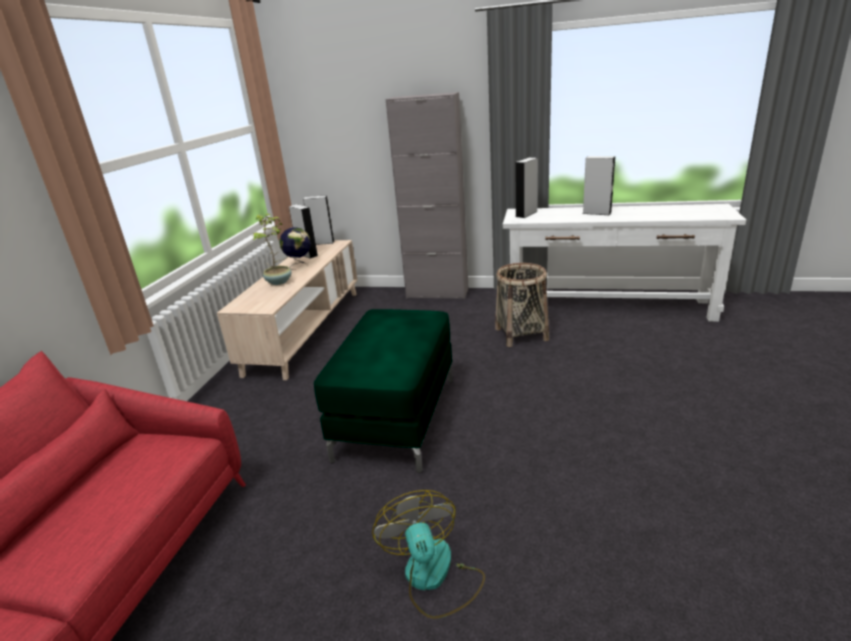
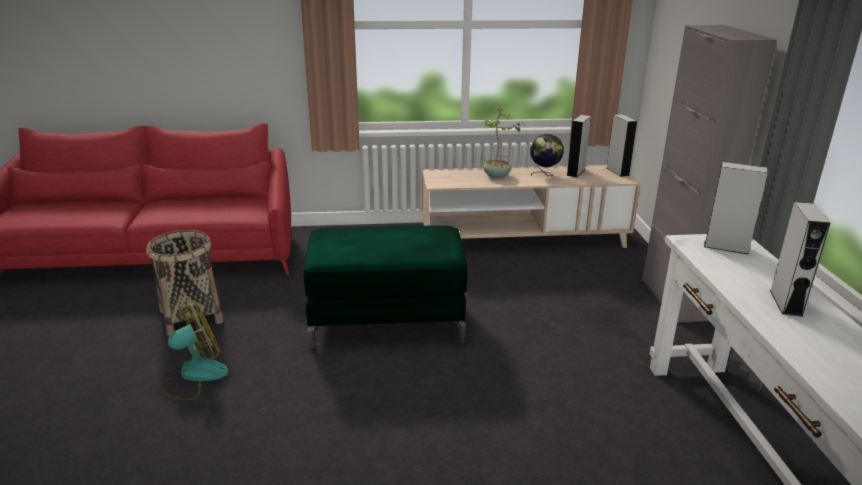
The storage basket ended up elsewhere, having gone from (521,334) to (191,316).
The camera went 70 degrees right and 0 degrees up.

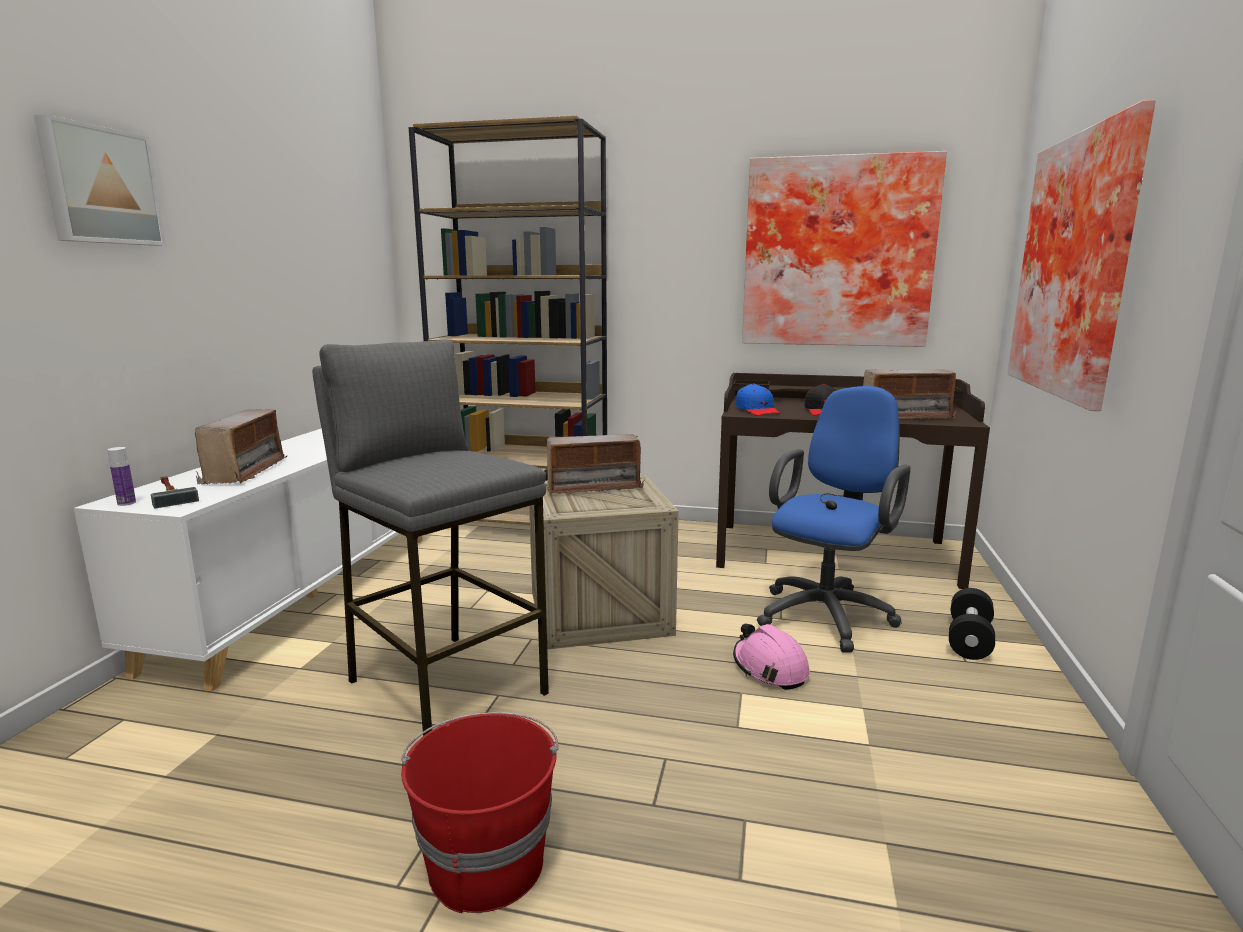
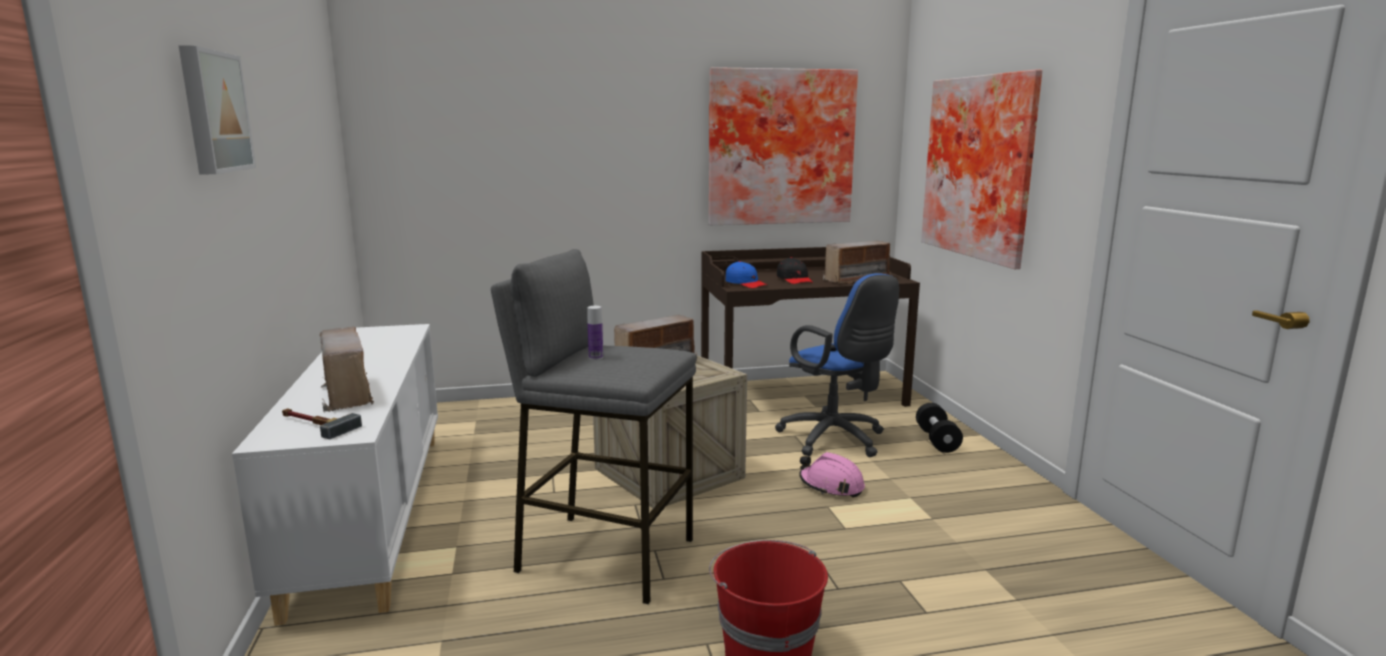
The beverage bottle ended up elsewhere, having gone from (126,503) to (596,357).
The blue-coloured office chair at (828,613) ended up facing another way, 135 degrees clockwise from before.
The second view lost the brown-coloured bookshelf at (526,522).
The camera went 25 degrees left and 0 degrees up.

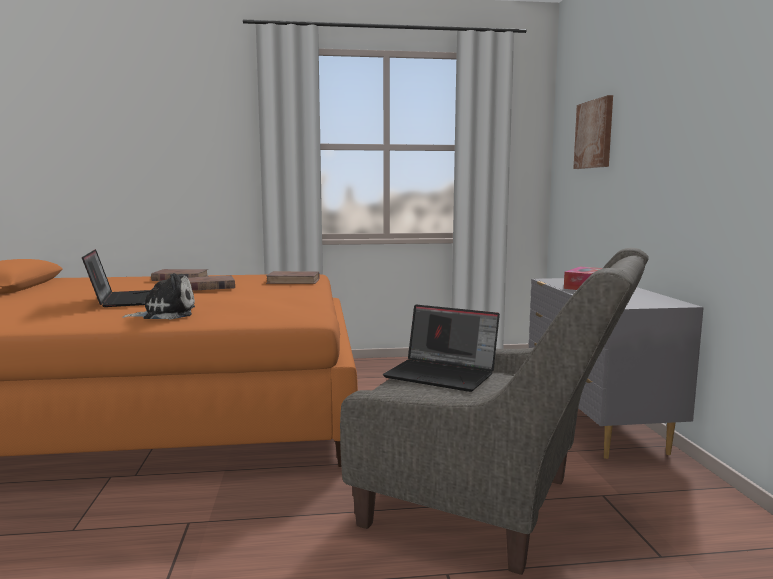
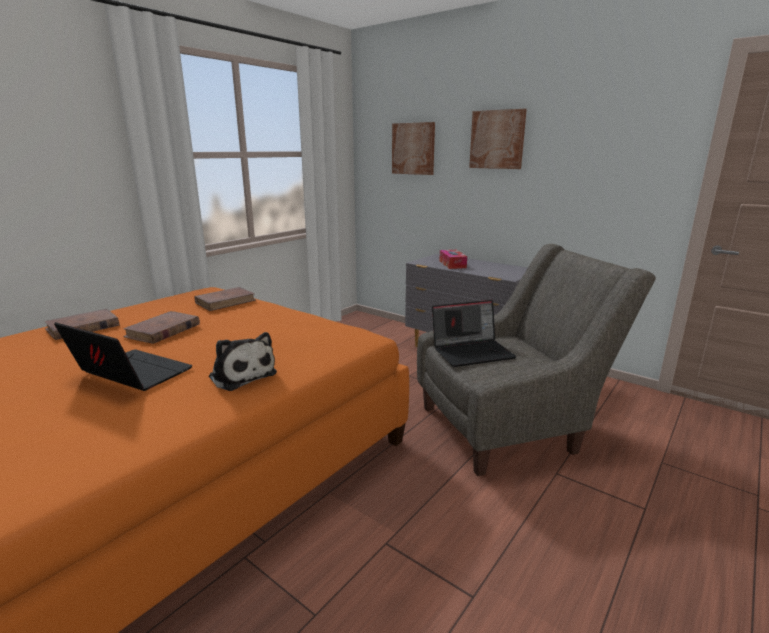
The cuddly toy at (165,314) ended up facing another way, 105 degrees clockwise from before.
The second view gained the wall picture at (497,139).
The camera went 45 degrees left and 10 degrees up.

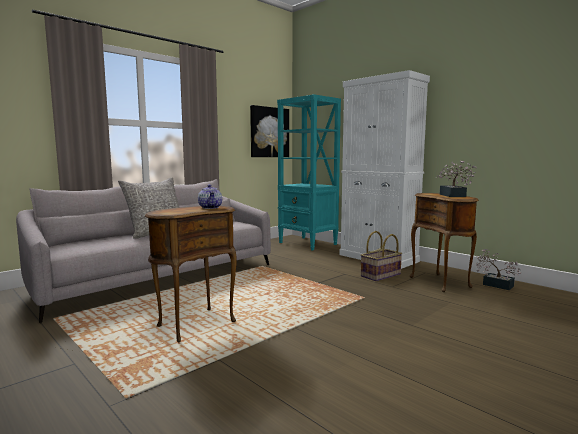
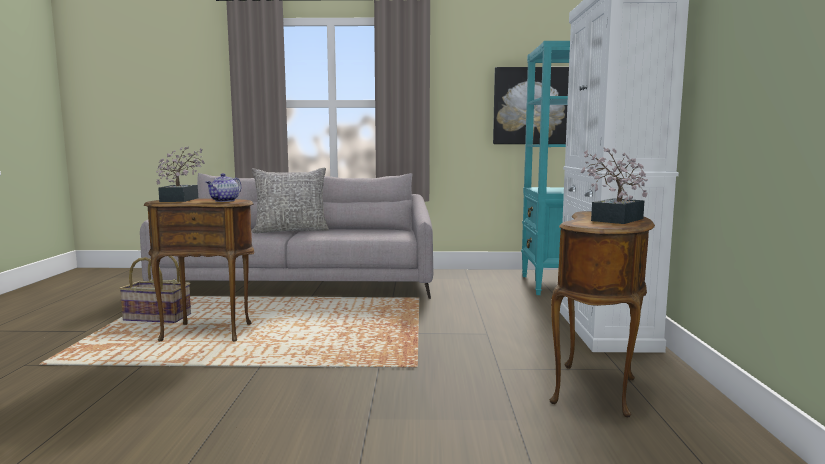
The storage basket ended up elsewhere, having gone from (381,275) to (156,318).
The houseplant ended up elsewhere, having gone from (494,284) to (182,199).
The camera went 45 degrees right and 0 degrees up.

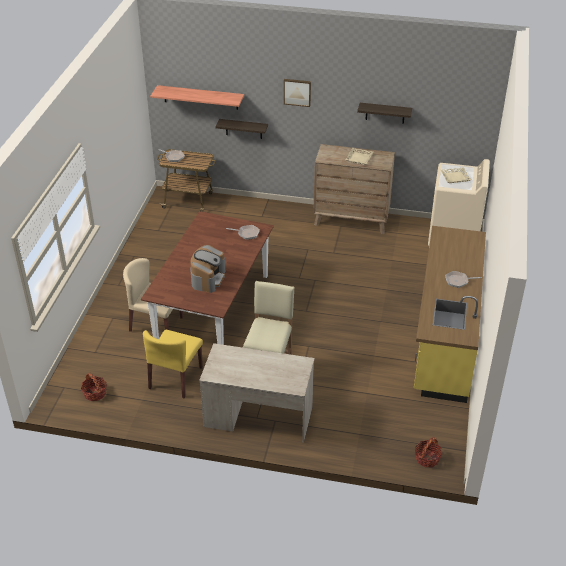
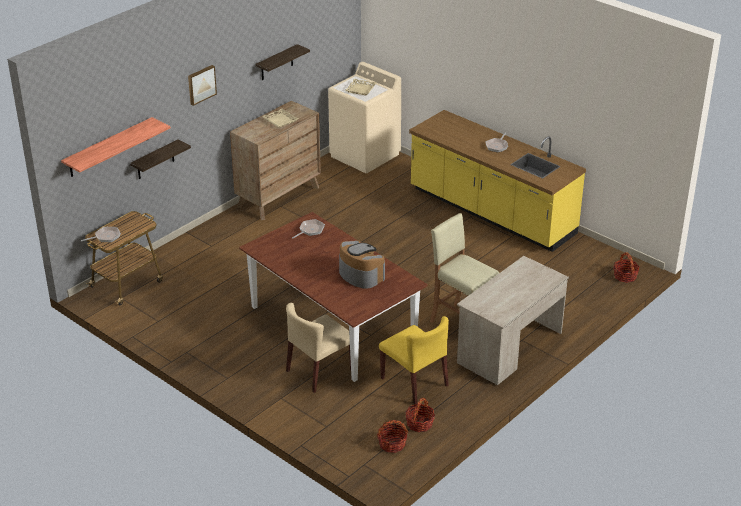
The second view gained the storage basket at (419,424).
The camera went 60 degrees left and 5 degrees down.

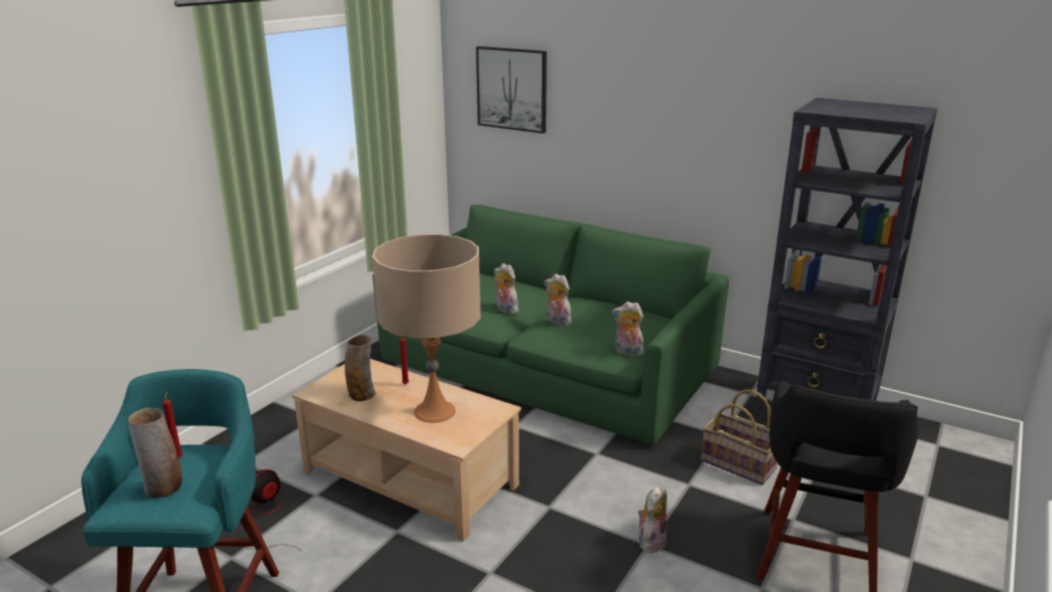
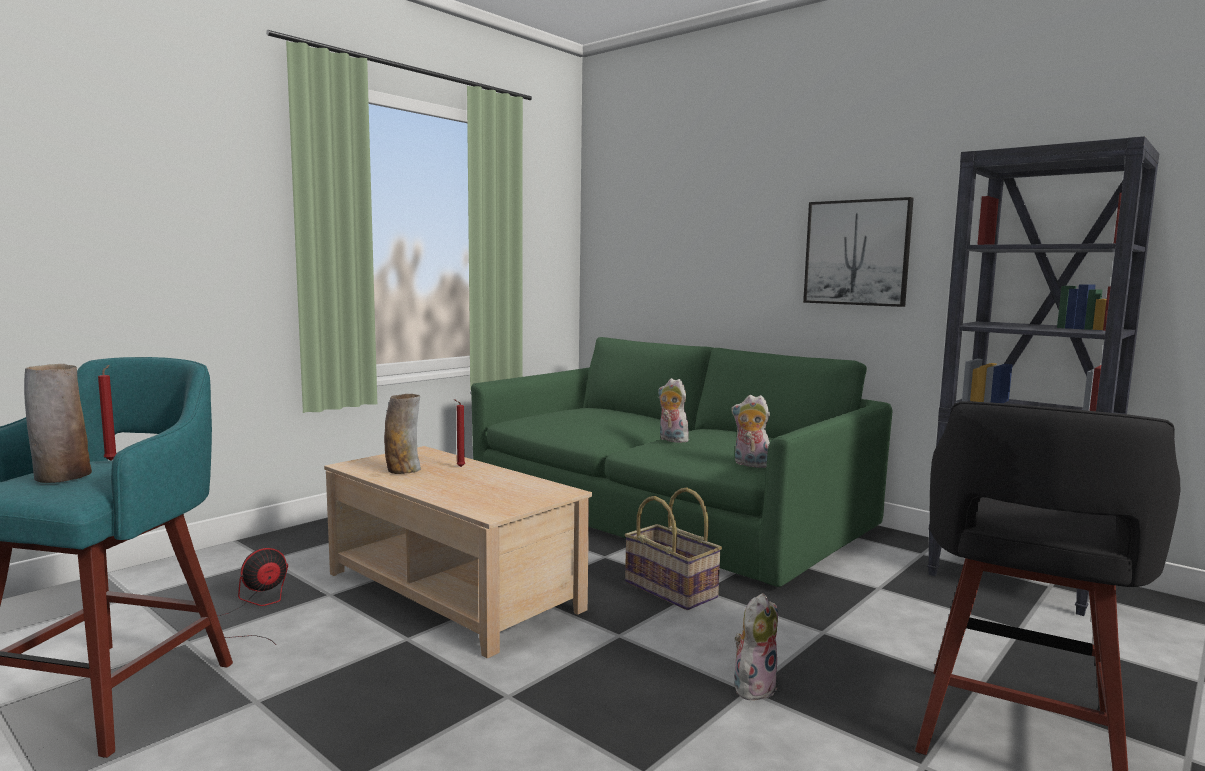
The storage basket ended up elsewhere, having gone from (739,464) to (672,589).
The wall picture ended up elsewhere, having gone from (512,89) to (857,252).
The second view lost the sand-coloured table lamp at (435,411).
The second view lost the cuddly toy at (505,310).
The camera went 10 degrees right and 15 degrees down.

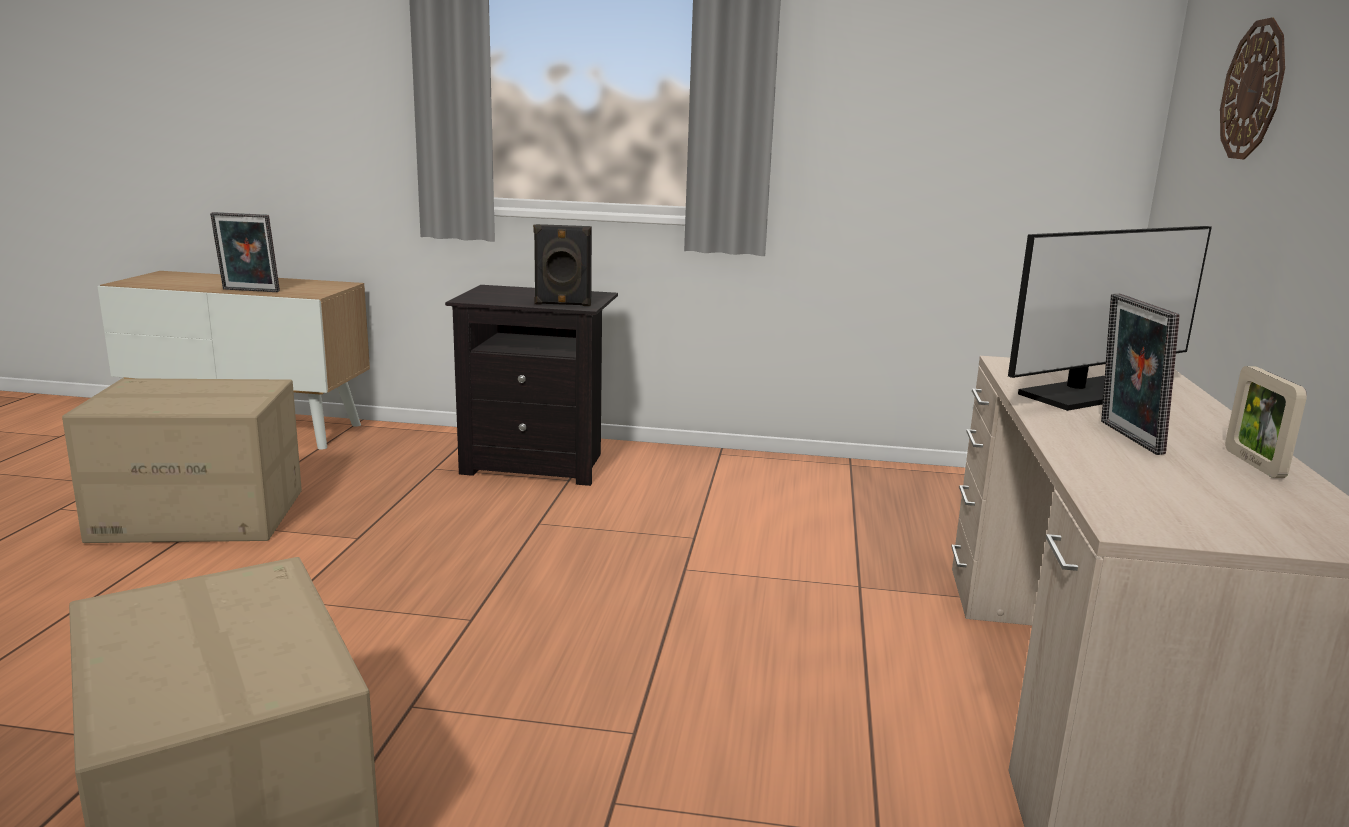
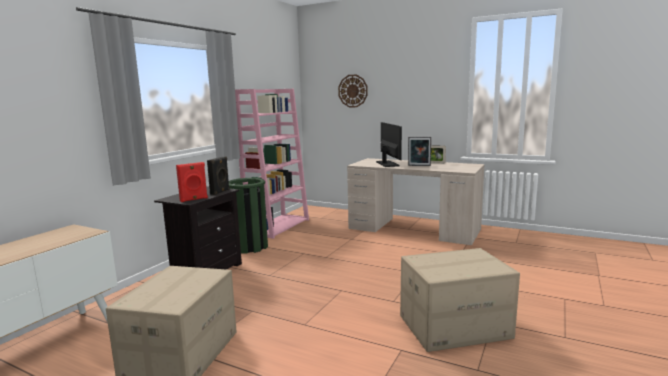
The second view gained the red-coloured loudspeaker at (194,199).
The second view gained the green waste bin at (250,247).
The second view gained the pink bookshelf at (278,226).
The second view lost the picture frame at (249,291).
The camera went 70 degrees left and 5 degrees down.

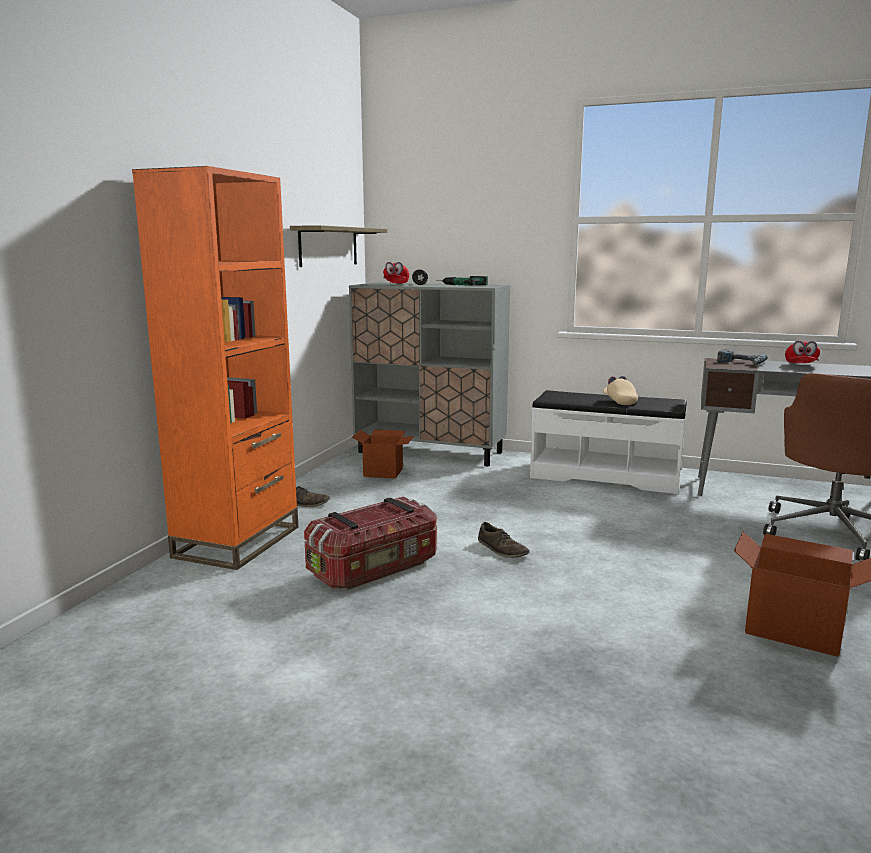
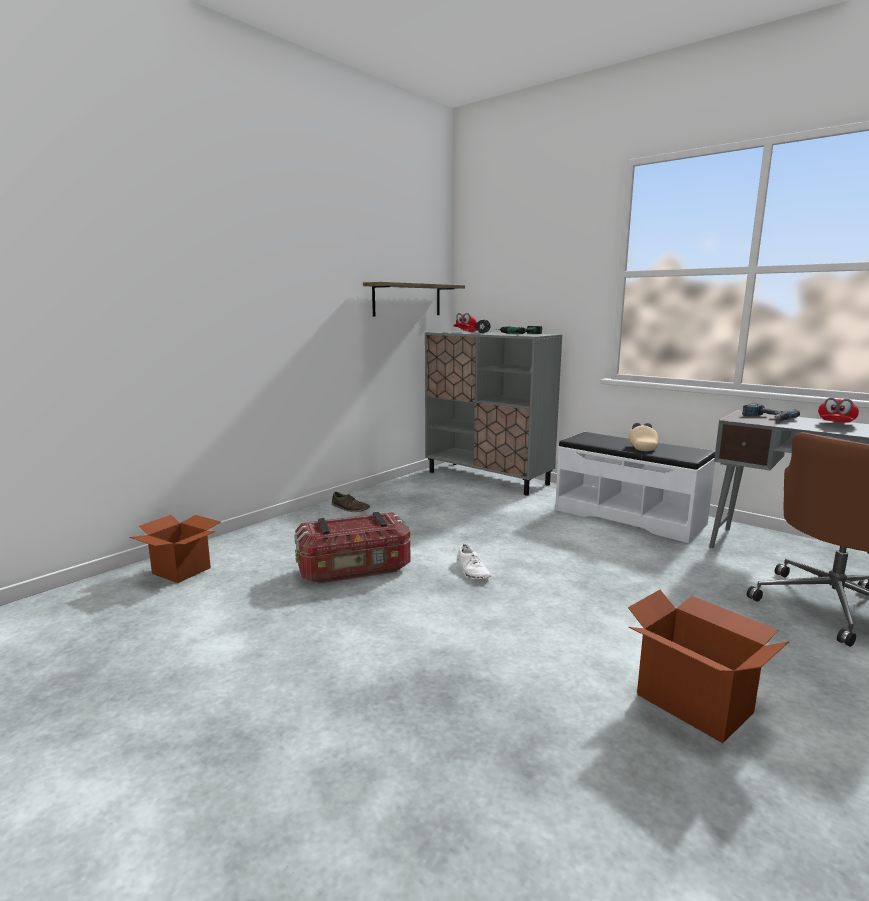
The packing box ended up elsewhere, having gone from (383,472) to (181,571).
What was the brown-coloured item of footwear at (502,549) turned into the whitish item of footwear at (472,570).
The second view lost the orange bookshelf at (238,542).
The camera went 20 degrees right and 0 degrees up.

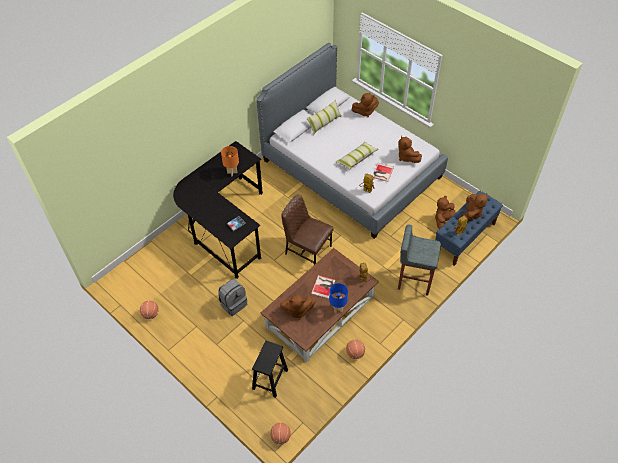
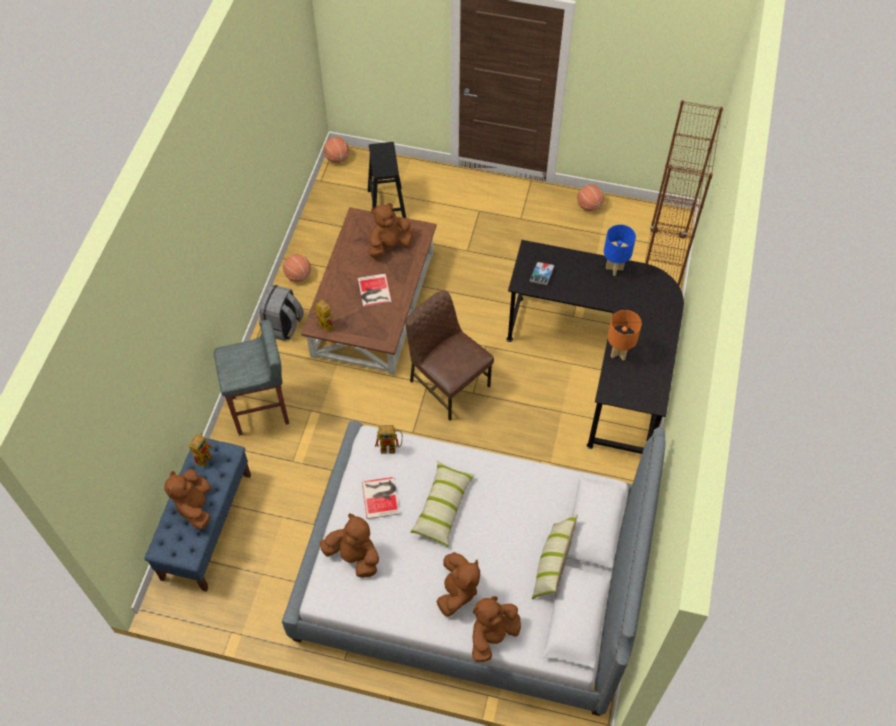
The grey rucksack ended up elsewhere, having gone from (233,304) to (283,326).
The brown-coloured plain chair at (307,250) ended up facing another way, 135 degrees counterclockwise from before.
The brown-coloured cuddly toy ended up elsewhere, having gone from (443,220) to (457,591).
The blue-coloured table lamp ended up elsewhere, having gone from (337,309) to (614,268).
The second view gained the brown-coloured bookshelf at (662,265).
The camera went 150 degrees right and 5 degrees up.

